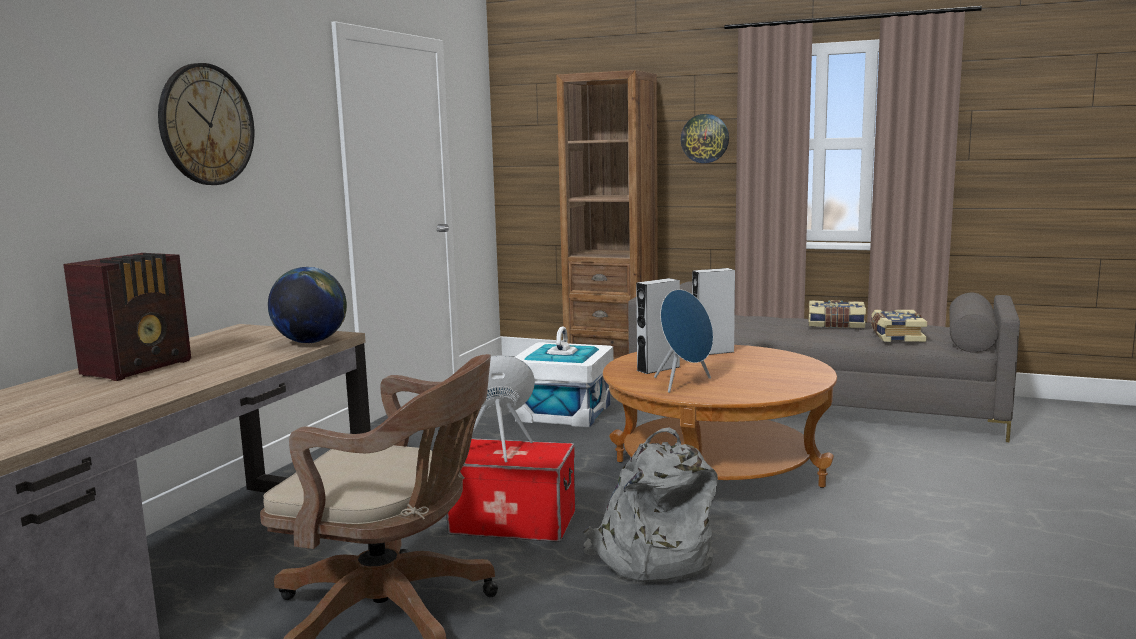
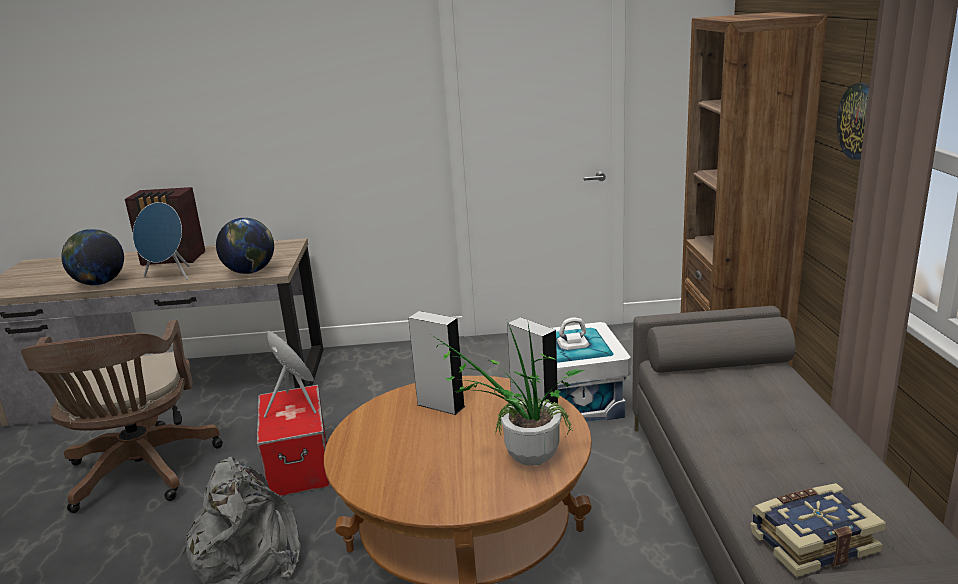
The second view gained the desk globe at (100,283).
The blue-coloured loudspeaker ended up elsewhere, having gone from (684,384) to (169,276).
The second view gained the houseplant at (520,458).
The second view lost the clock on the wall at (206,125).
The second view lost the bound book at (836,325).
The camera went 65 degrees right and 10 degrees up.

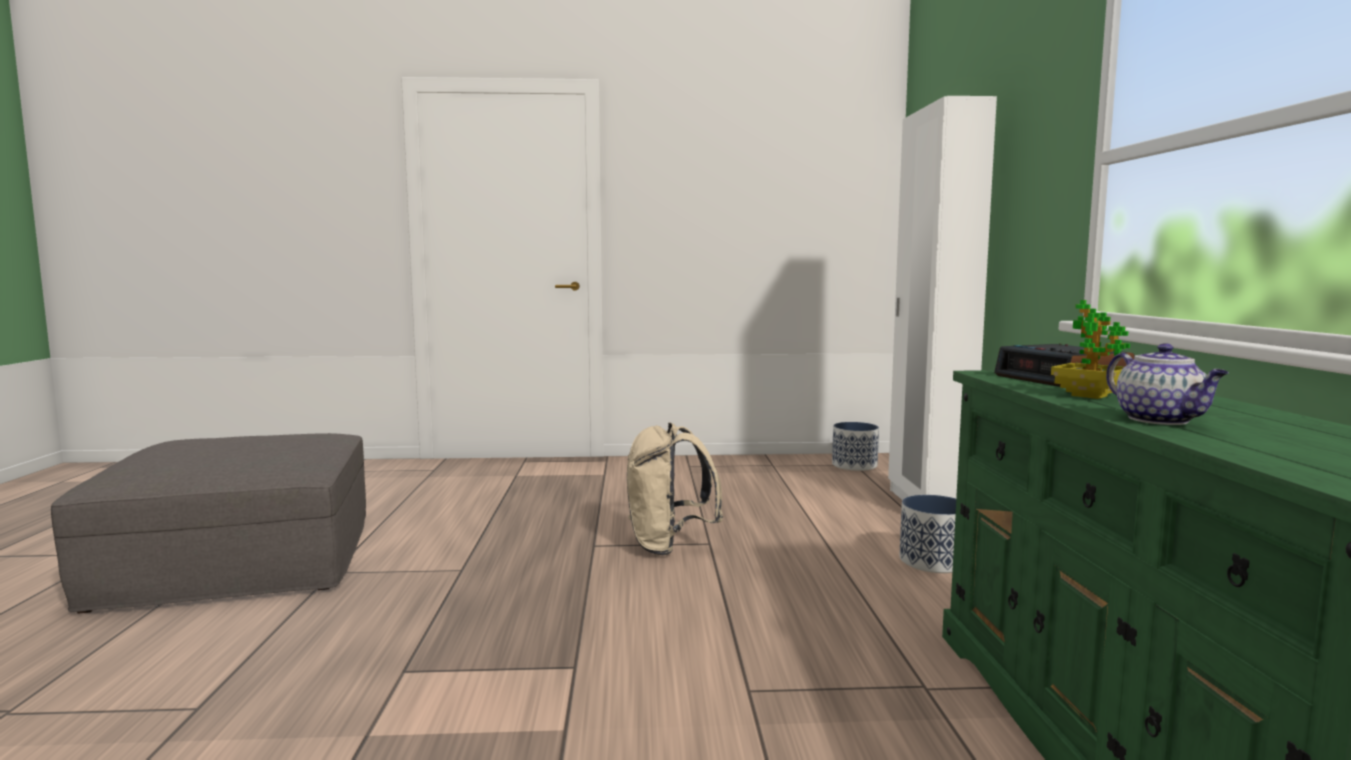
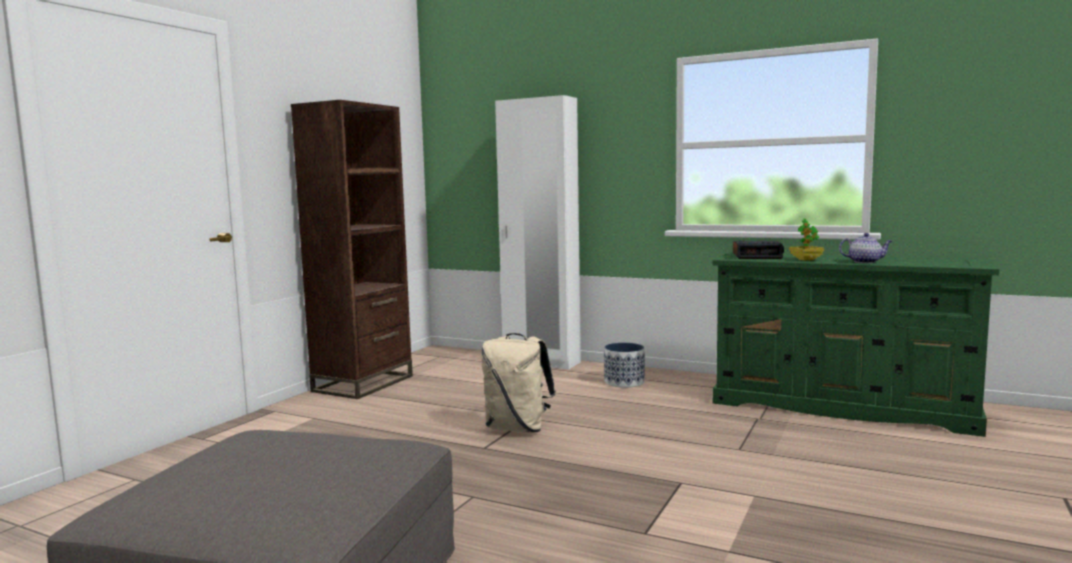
The second view gained the brown-coloured bookshelf at (363,383).
The second view lost the planter at (854,465).
The camera went 60 degrees left and 0 degrees up.

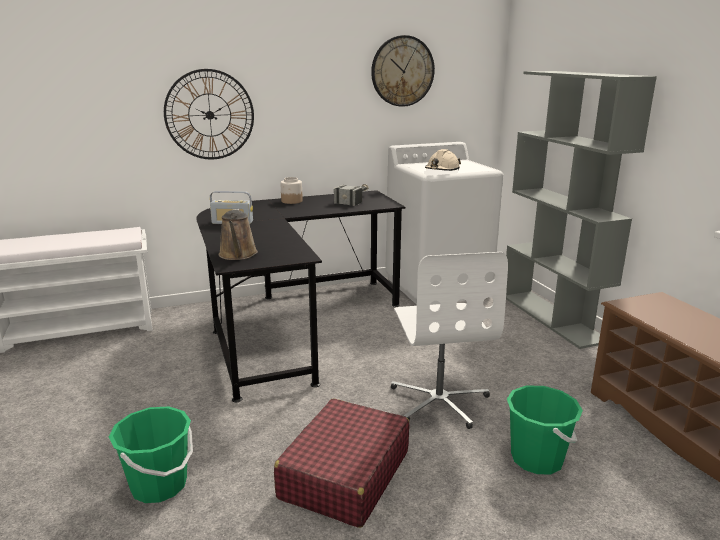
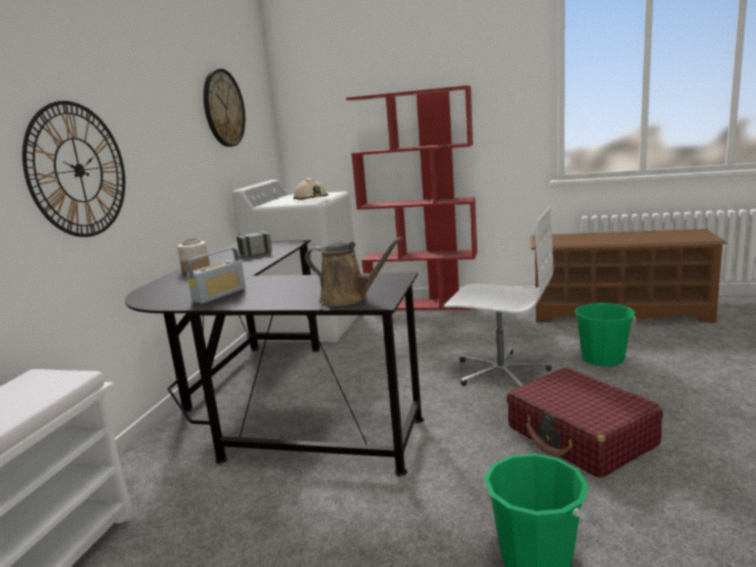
What was the grey bookshelf at (553,318) turned into the red-coloured bookshelf at (423,304).
The camera went 55 degrees left and 5 degrees down.

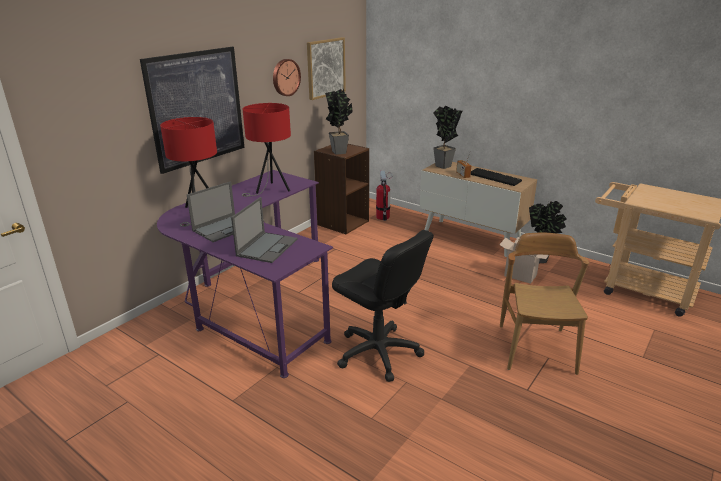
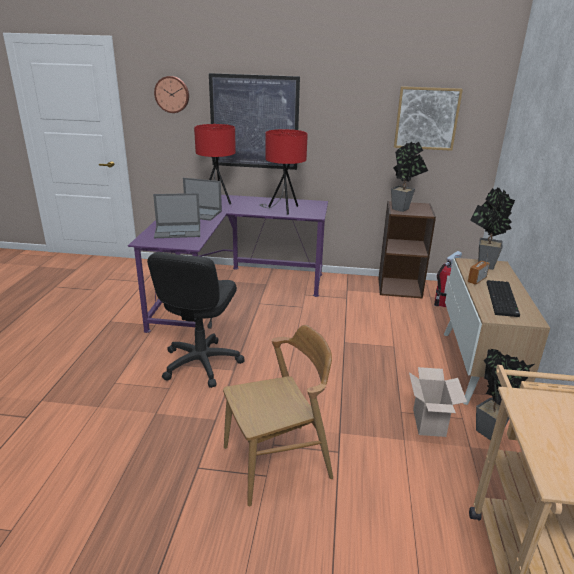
The clock on the wall ended up elsewhere, having gone from (285,77) to (172,94).
The camera went 60 degrees right and 0 degrees up.

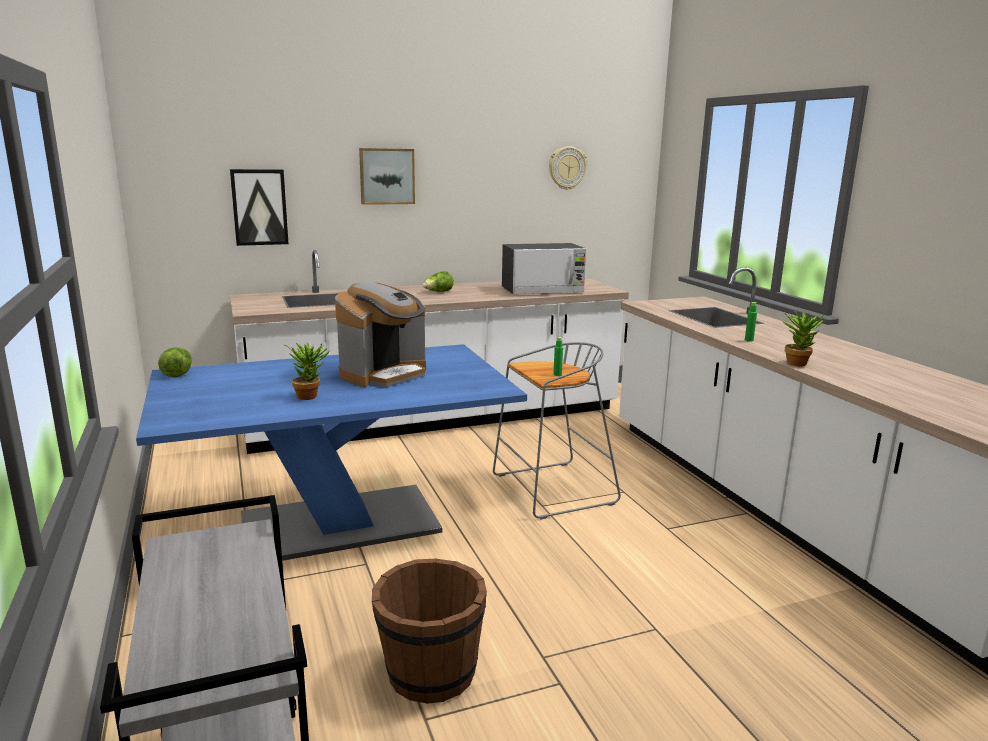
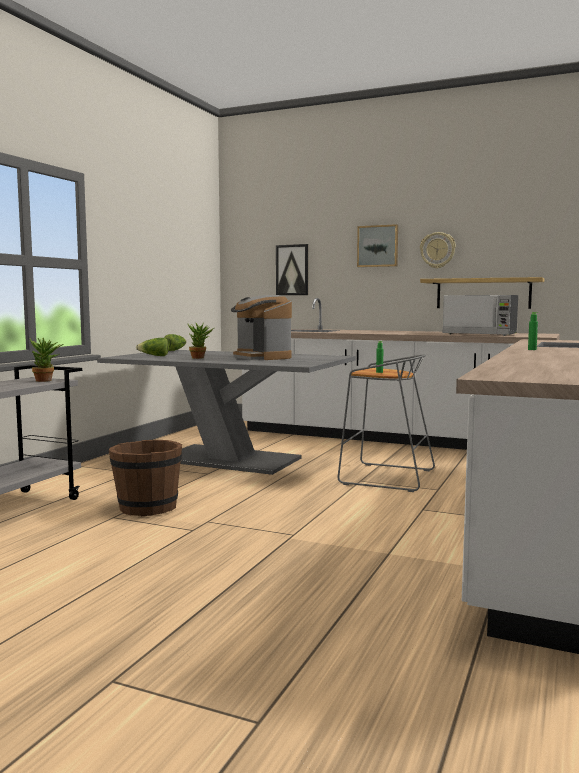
The houseplant ended up elsewhere, having gone from (798,363) to (47,380).
What was the blue-coloured kitchen table at (340,523) turned into the grey kitchen table at (230,459).
The head of lettuce ended up elsewhere, having gone from (438,292) to (154,356).
The coffee maker at (384,374) ended up facing another way, 60 degrees clockwise from before.
The clock on the wall ended up elsewhere, having gone from (567,168) to (437,250).
The second view gained the shelf at (483,293).
The camera went 45 degrees right and 10 degrees down.

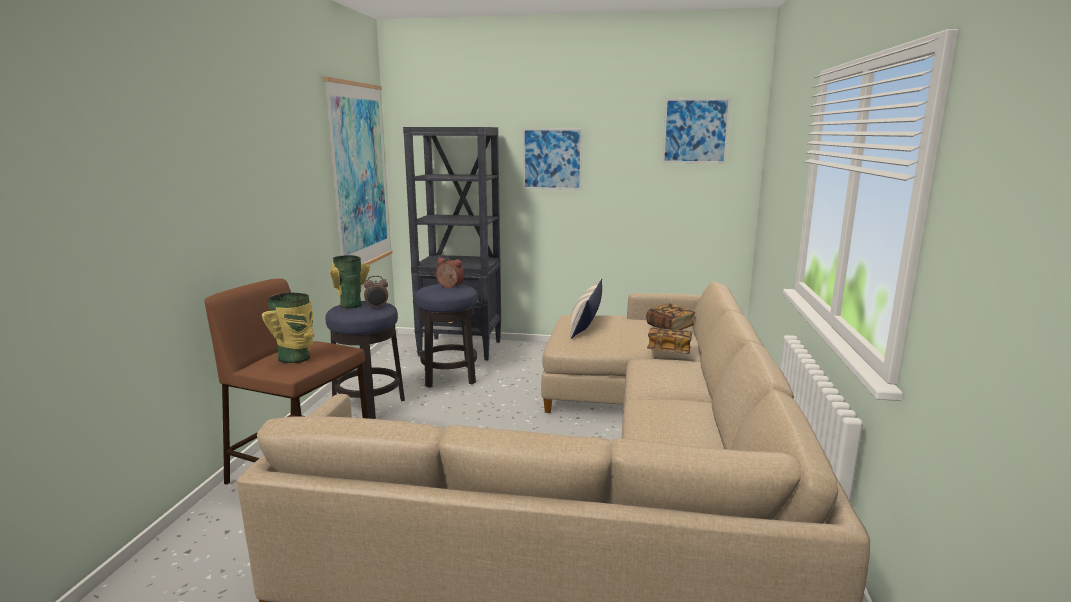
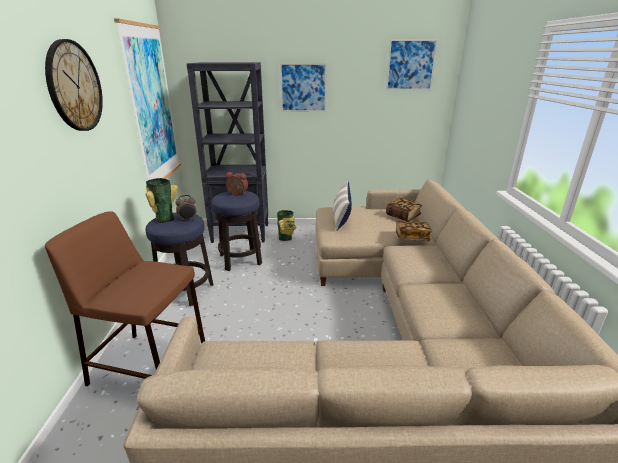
The second view gained the clock on the wall at (74,86).
The flower vase ended up elsewhere, having gone from (296,358) to (286,238).
The camera went 10 degrees left and 10 degrees up.

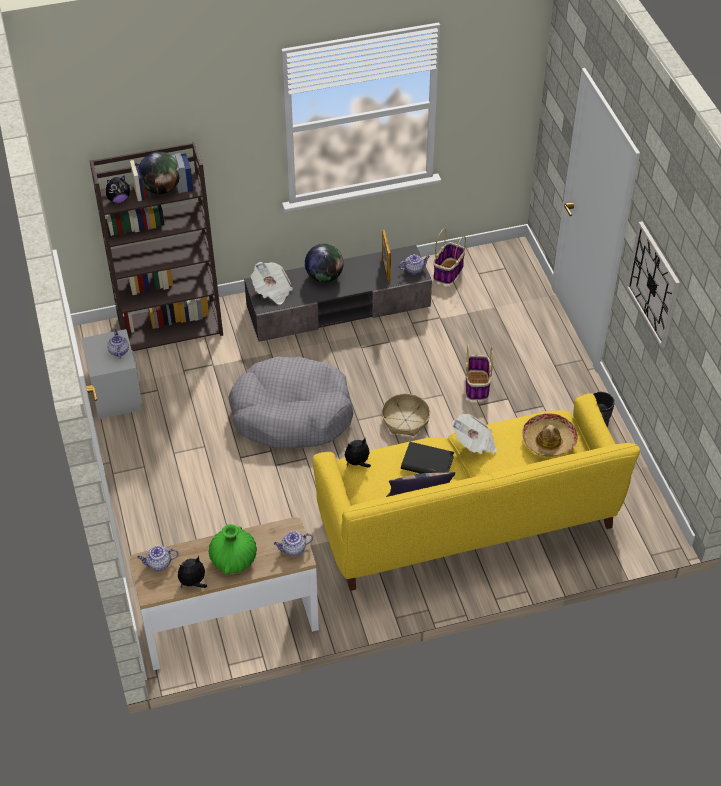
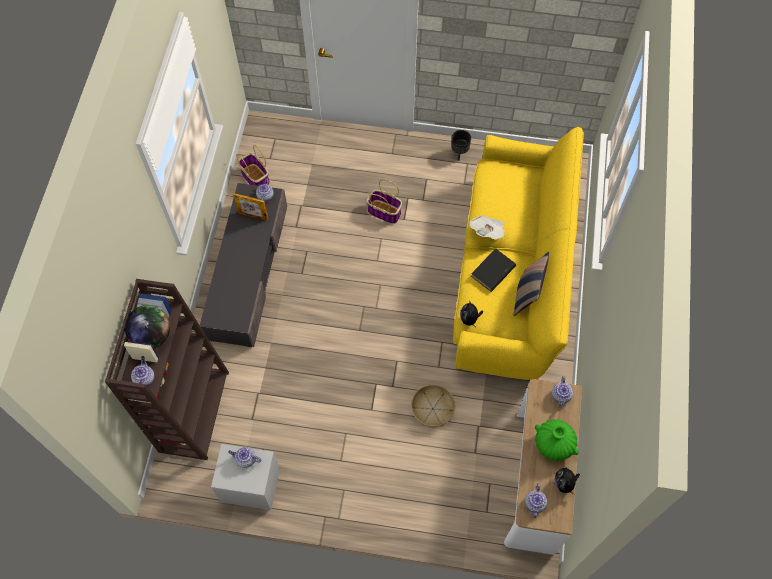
Where the cuddly toy stood at (118,199), the pot for tea came to stand at (144,378).
The storage basket ended up elsewhere, having gone from (405,420) to (433,408).
The second view lost the grey dog cushion at (291,414).
The second view lost the printed paper at (272,291).
The second view lost the desk globe at (324,277).
The second view lost the hat at (549,440).
The second view lost the clock on the wall at (653,284).
The camera went 65 degrees left and 15 degrees up.

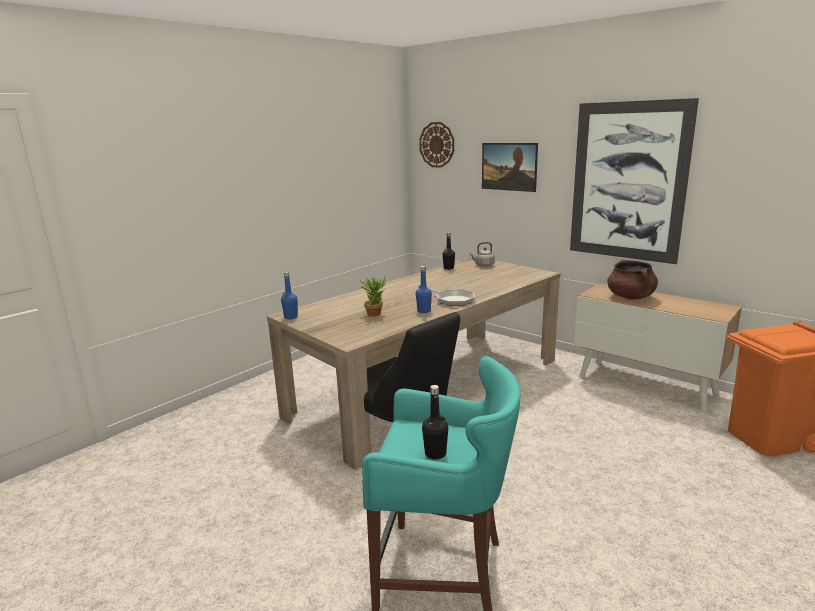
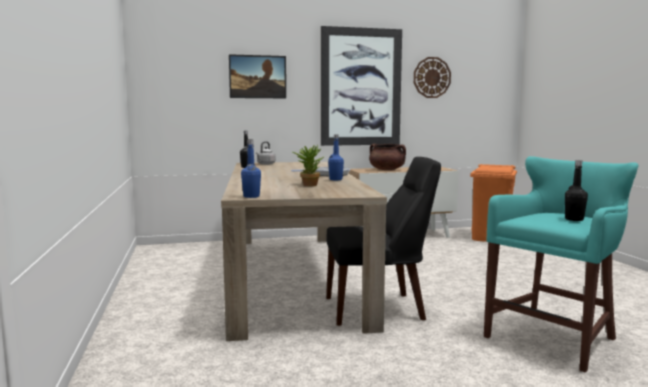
The clock on the wall ended up elsewhere, having gone from (437,144) to (432,77).
The camera went 55 degrees left and 10 degrees down.

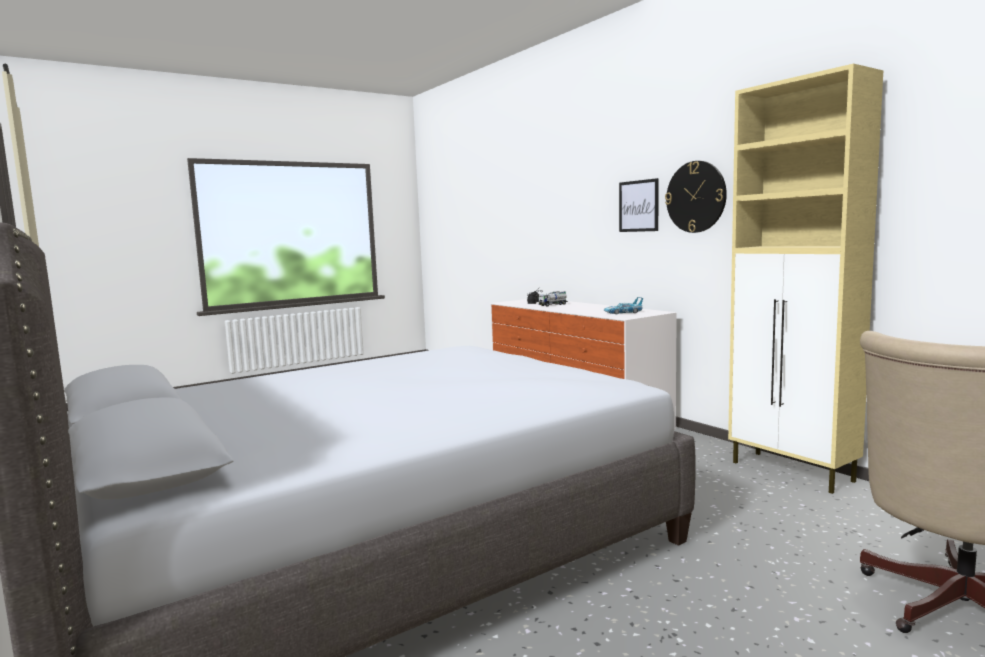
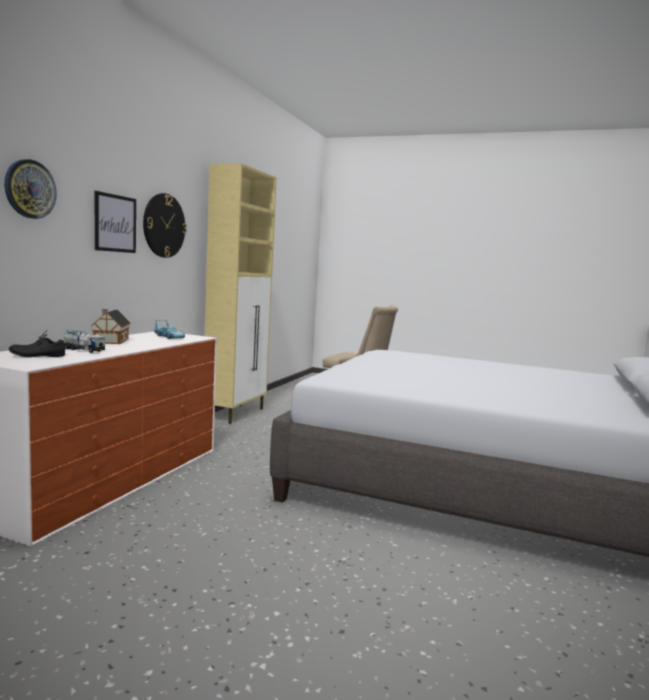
The second view gained the clock on the wall at (30,189).
The second view gained the toy house at (110,341).
The camera went 125 degrees left and 0 degrees up.

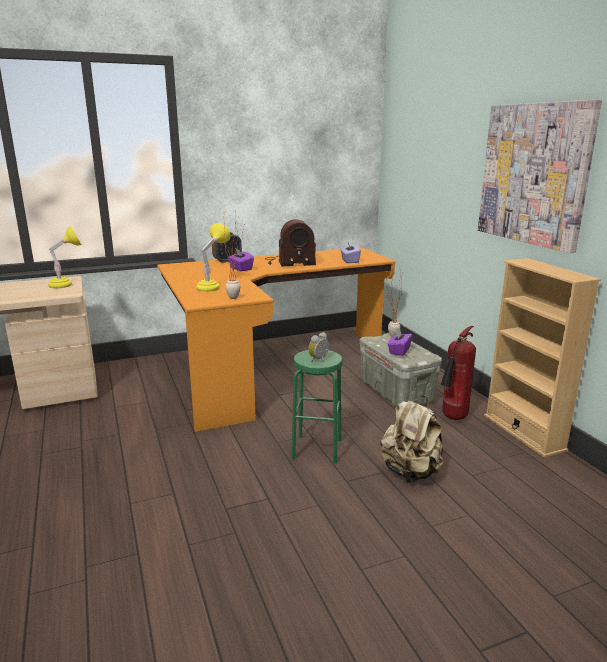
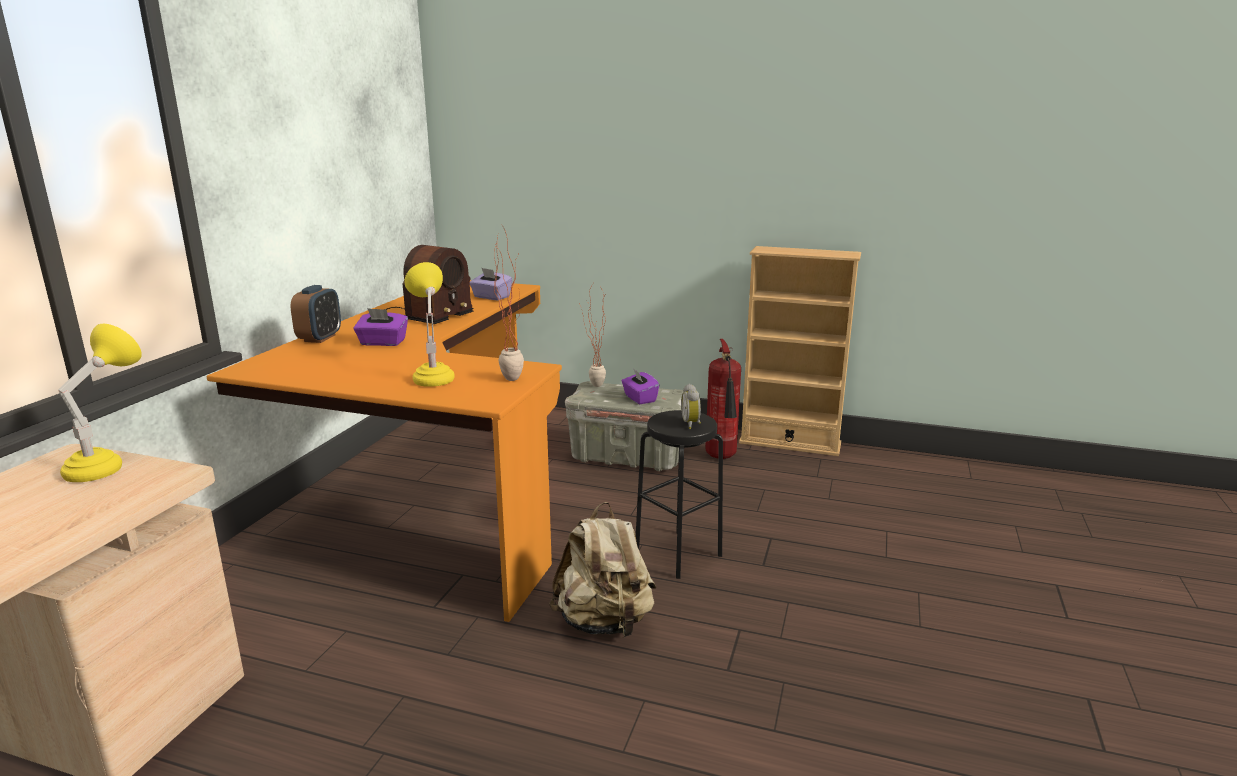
The sand-coloured rucksack ended up elsewhere, having gone from (411,472) to (604,623).
What was the green stool seat at (317,449) turned into the black stool seat at (678,554).
The second view lost the wall picture at (534,174).
The camera went 50 degrees left and 0 degrees up.

